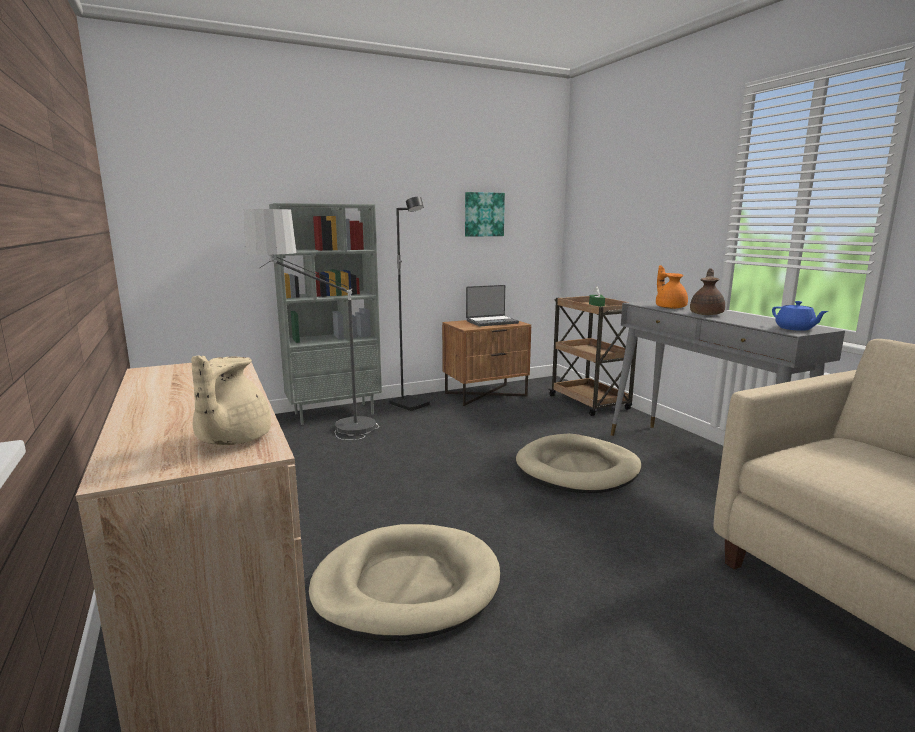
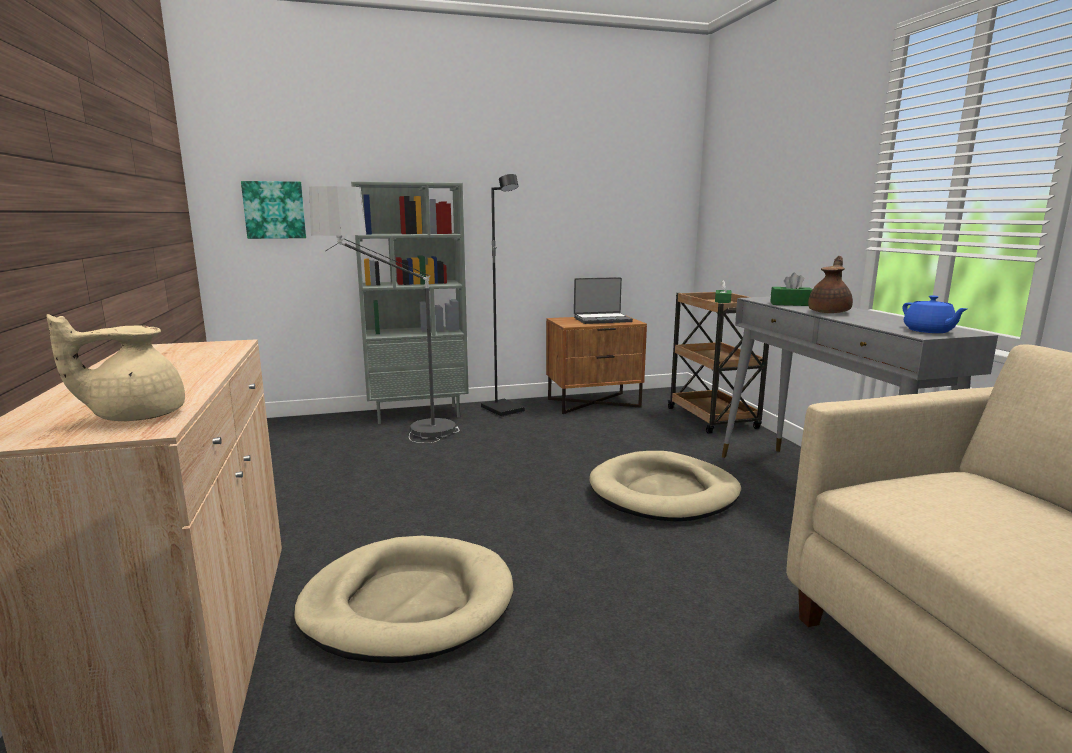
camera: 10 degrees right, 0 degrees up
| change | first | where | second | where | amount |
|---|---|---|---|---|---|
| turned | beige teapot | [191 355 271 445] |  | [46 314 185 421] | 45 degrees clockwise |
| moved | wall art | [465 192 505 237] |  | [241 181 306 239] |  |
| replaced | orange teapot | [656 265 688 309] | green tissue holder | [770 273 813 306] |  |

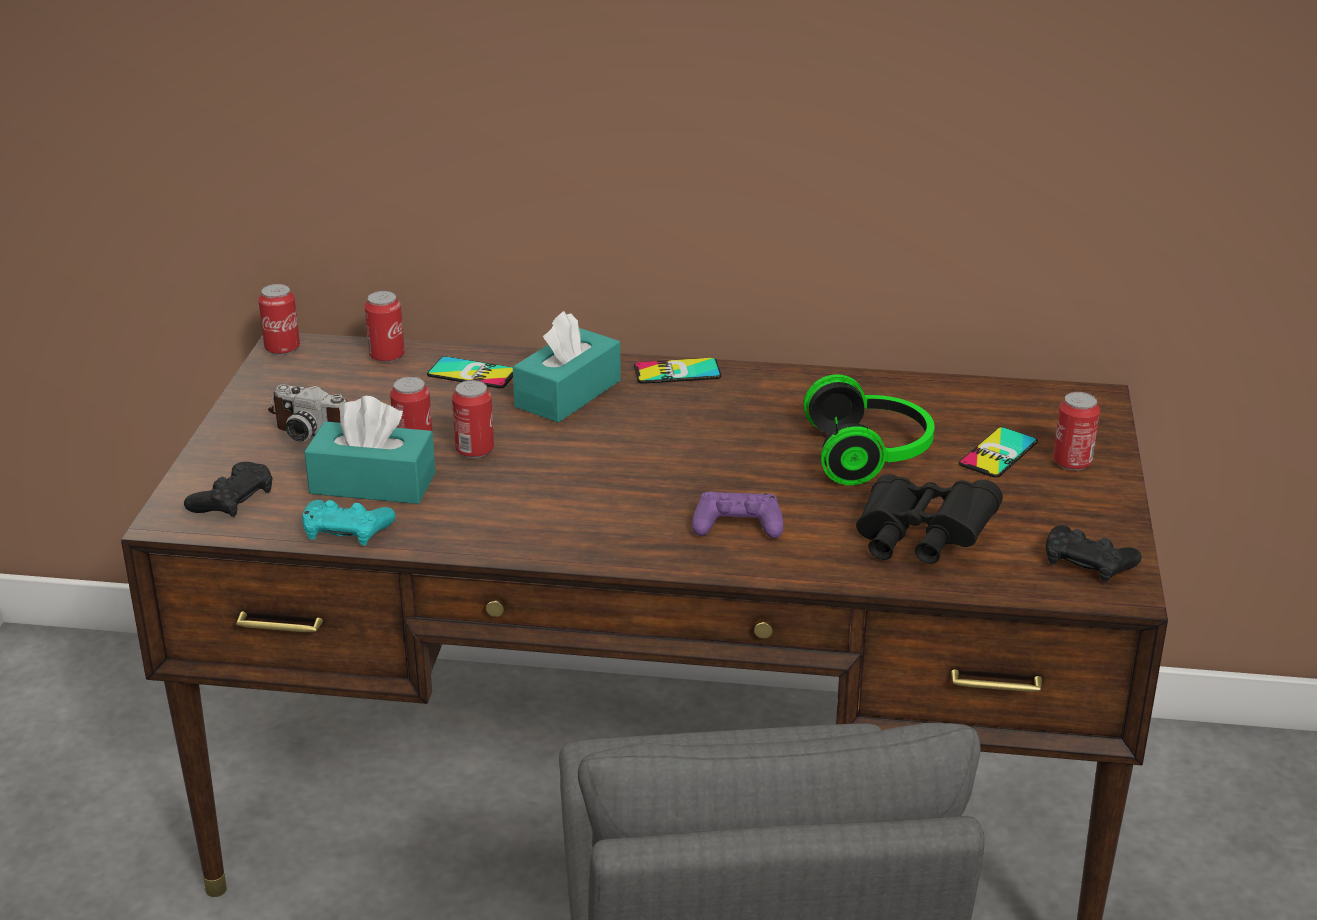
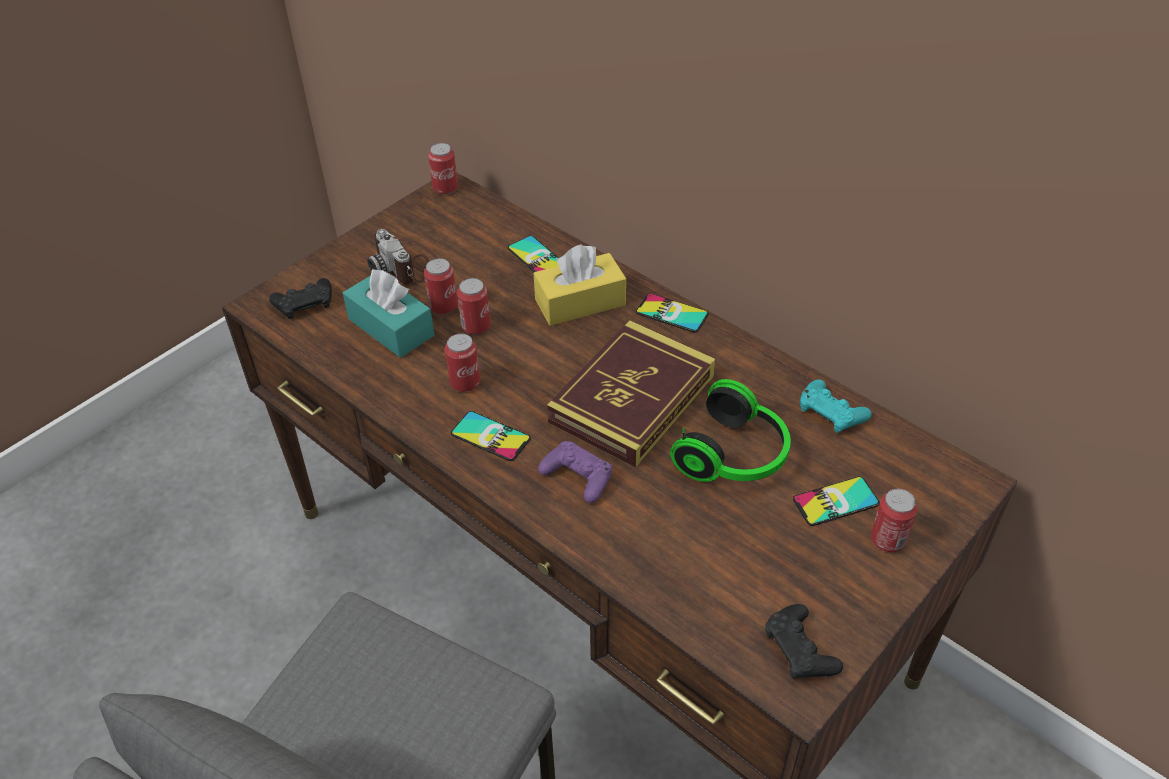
camera: 35 degrees right, 15 degrees up
| change | first | where | second | where | amount |
|---|---|---|---|---|---|
| moved | metal can | [365 291 405 363] |  | [445 333 480 392] |  |
| added |  |  | telephone | [451 411 531 461] |  |
| recoloured | blue-green tissue holder | [513 311 621 423] | yellow tissue holder | [534 244 626 326] |  |
| added |  |  | volume | [547 320 715 468] |  |
| moved | blue-green joypad | [302 500 396 546] |  | [800 380 871 433] |  |
| removed | blackish binoculars | [856 474 1003 564] |  |  |  |

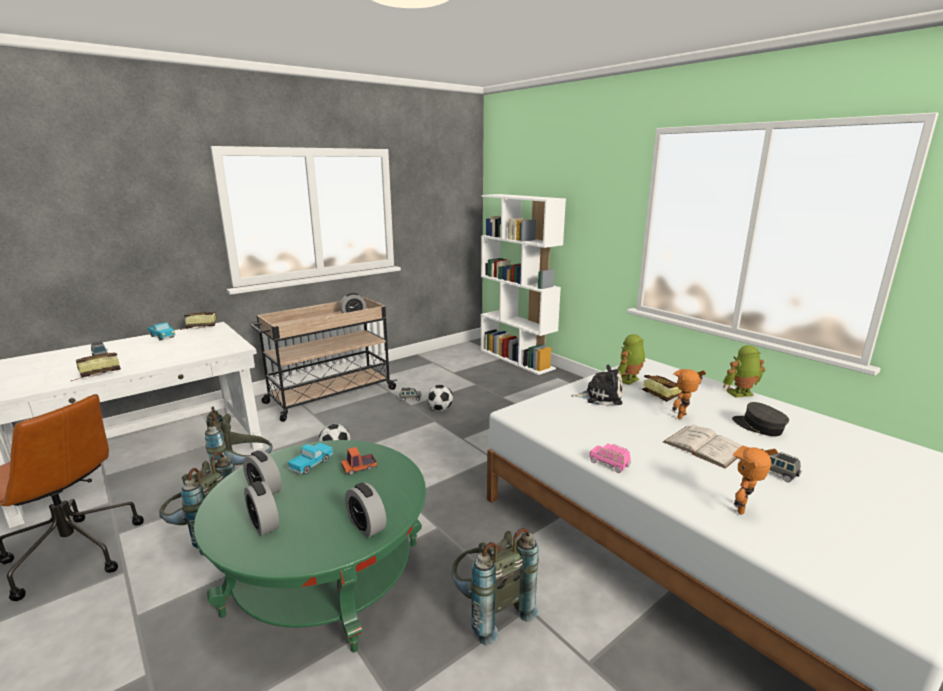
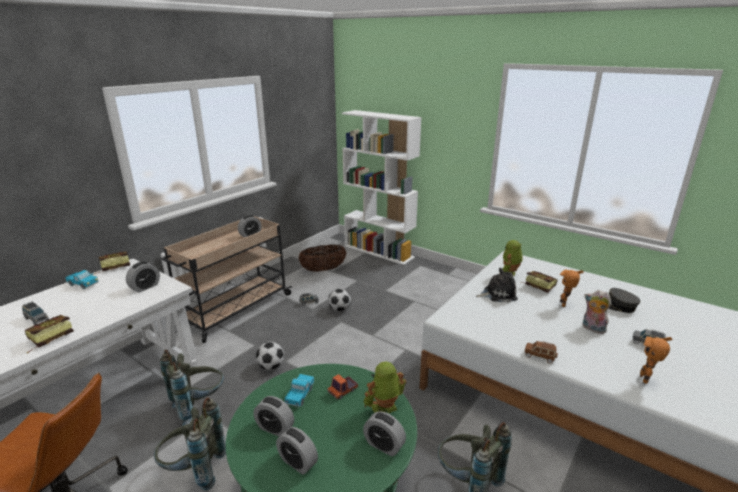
camera: 15 degrees left, 5 degrees up
| change | first | where | second | where | amount |
|---|---|---|---|---|---|
| added |  |  | alarm clock | [126 261 160 293] |  |
| added |  |  | household basket | [298 244 347 272] |  |
| moved | model robot | [723 345 766 398] |  | [364 362 406 413] |  |
| recoloured | pink toy car | [589 443 631 473] | brownish toy car | [525 341 558 363] |  |
| replaced | white volume | [663 424 742 469] | soft toy | [583 290 612 334] |  |

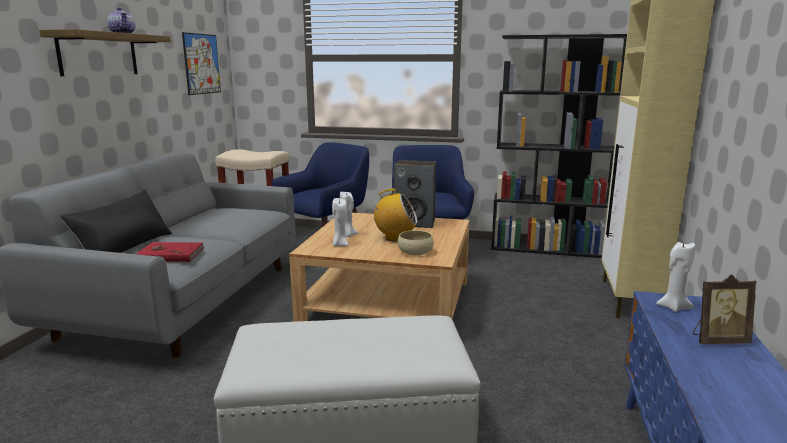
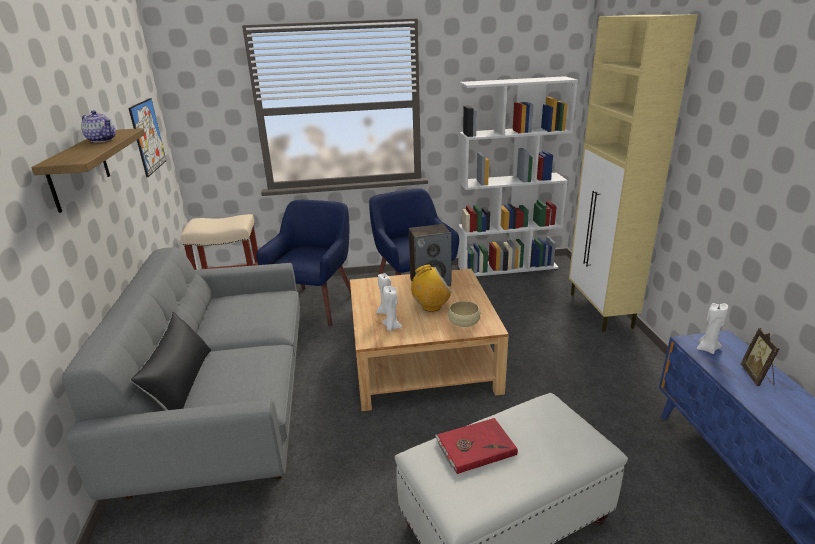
camera: 20 degrees left, 10 degrees up
| change | first | where | second | where | amount |
|---|---|---|---|---|---|
| moved | reddish volume | [136 242 204 262] |  | [435 418 518 474] |  |
| recoloured | blackish bookshelf | [491 34 627 258] | white bookshelf | [458 76 578 276] |  |
| turned | picture frame | [692 274 757 344] |  | [741 328 779 386] | 120 degrees clockwise |

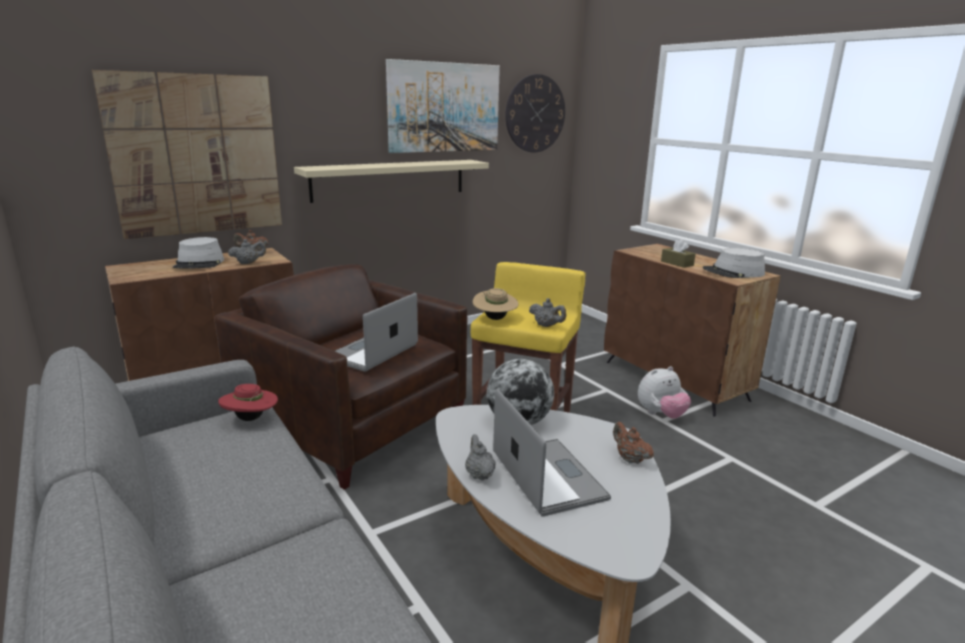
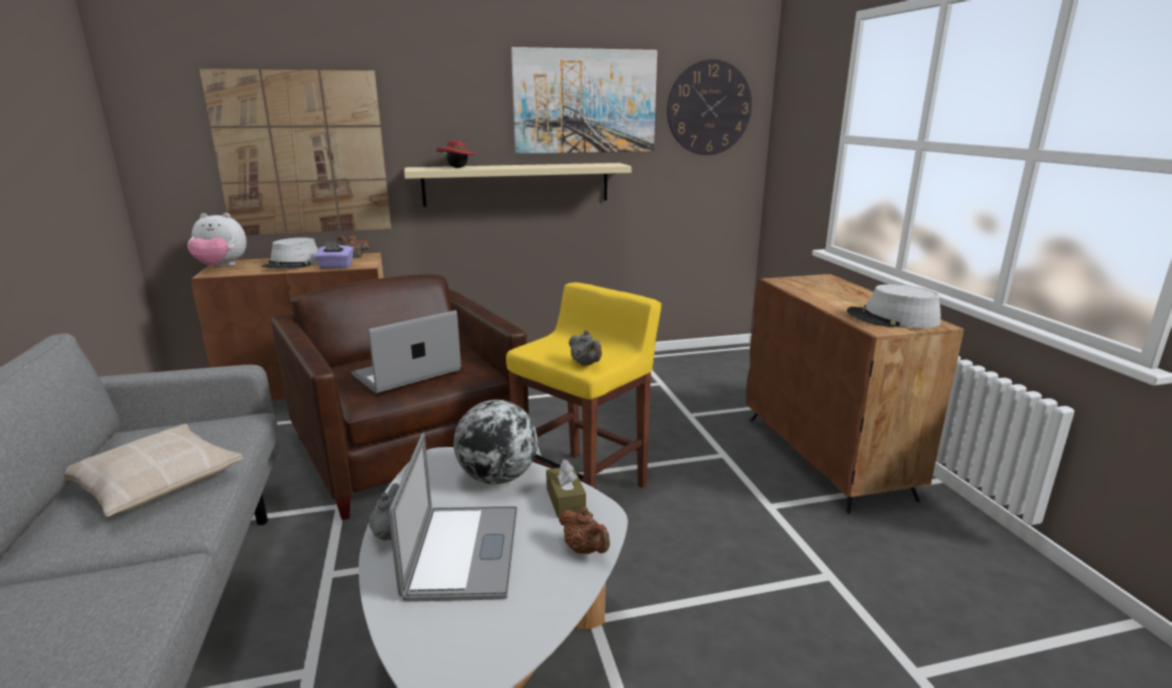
camera: 20 degrees right, 0 degrees up
| change | first | where | second | where | amount |
|---|---|---|---|---|---|
| added |  |  | beige cushion | [64 424 243 517] |  |
| moved | soft toy | [638 366 691 419] |  | [187 213 247 266] |  |
| replaced | greyish teapot | [228 239 266 264] | purple-coloured tissue holder | [314 242 354 269] |  |
| moved | reddish hat | [218 384 278 421] |  | [436 141 477 168] |  |
| moved | brownish tissue holder | [661 239 696 268] |  | [546 460 586 518] |  |
| turned | brownish teapot | [613 422 654 464] |  | [559 507 610 554] | 150 degrees clockwise |
| removed | beige hat | [473 288 518 320] |  |  |  |

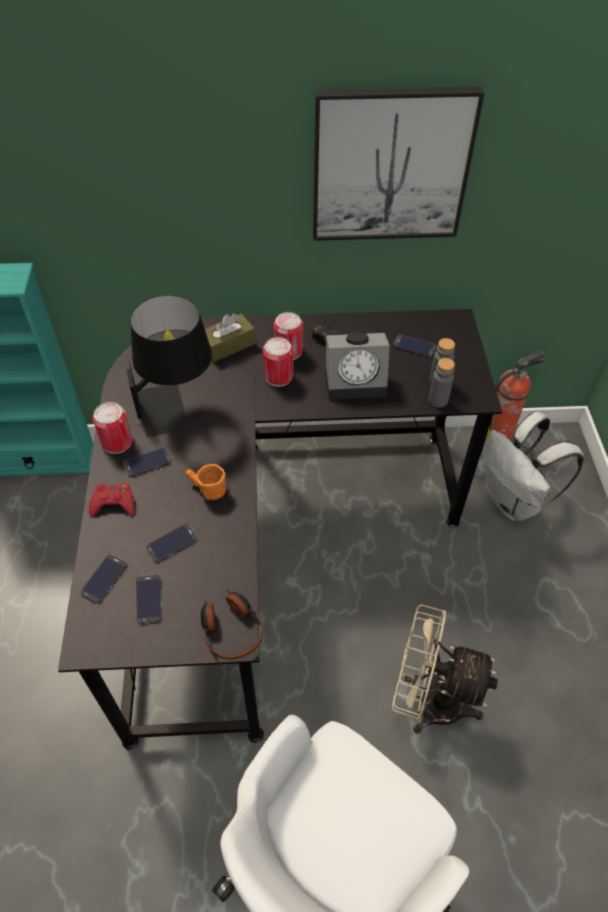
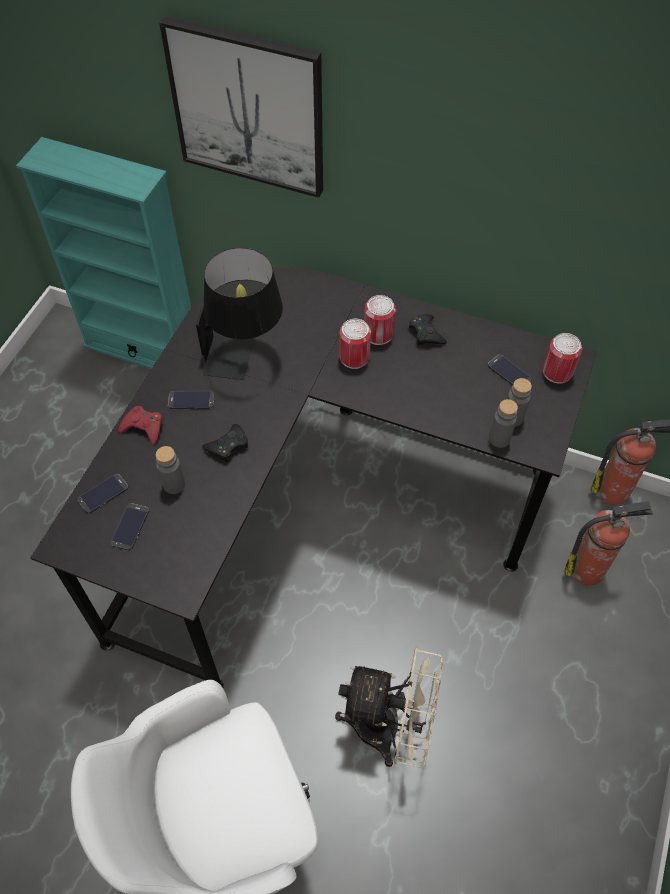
camera: 25 degrees right, 5 degrees up
| change | first | where | second | where | amount |
|---|---|---|---|---|---|
| replaced | telephone | [146 524 198 563] | greyish beverage bottle | [156 446 185 494] |  |
| moved | wall art | [313 87 485 241] |  | [159 16 323 198] |  |
| replaced | orange tea mug | [186 464 226 500] | blackish joypad | [202 424 248 462] |  |
| turned | beige electric fan | [392 604 498 734] |  | [335 647 444 768] | 150 degrees clockwise |
| moved | metal can | [93 402 132 454] |  | [543 333 582 384] |  |
| replaced | white rucksack | [482 412 584 521] | fire extinguisher | [564 501 653 586] |  |
| removed | headset | [201 590 263 660] |  |  |  |
| removed | brownish tissue holder | [205 313 256 362] |  |  |  |
| removed | alarm clock | [325 332 390 400] |  |  |  |

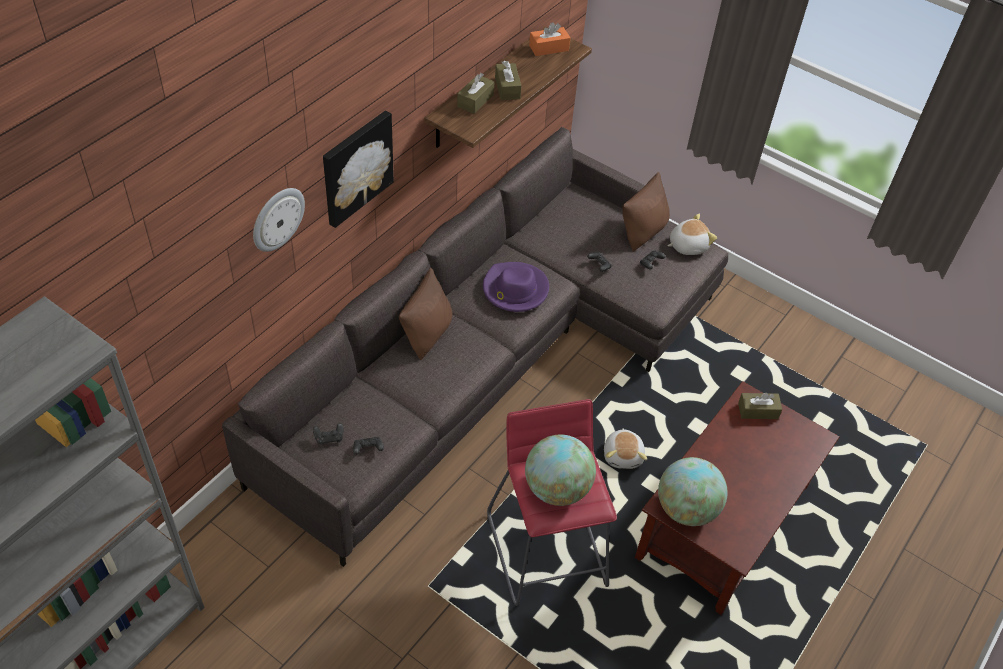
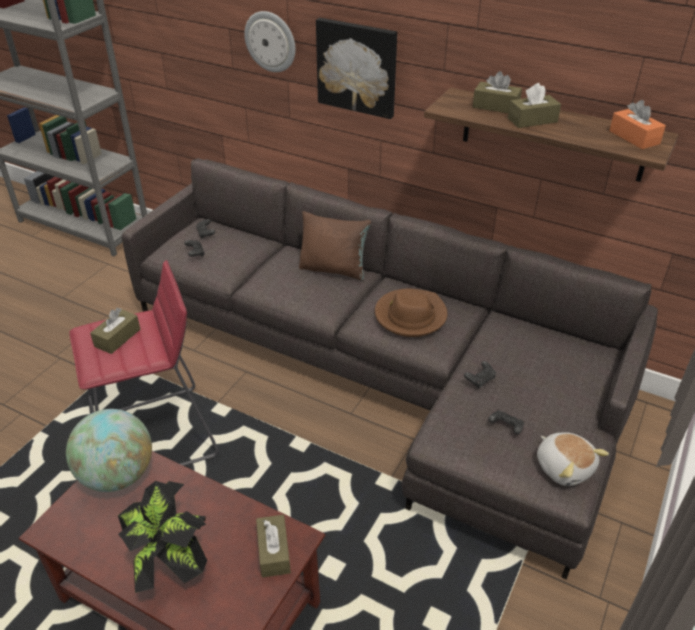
camera: 85 degrees right, 10 degrees down
| change | first | where | second | where | amount |
|---|---|---|---|---|---|
| replaced | world globe | [525 434 596 506] | brownish tissue holder | [90 308 140 354] |  |
| added |  |  | houseplant | [118 481 207 593] |  |
| recoloured | purple-coloured hat | [483 262 549 312] | brownish hat | [375 289 447 337] |  |
| removed | soft toy | [604 428 647 469] |  |  |  |
| removed | brownish cushion | [622 172 670 252] |  |  |  |

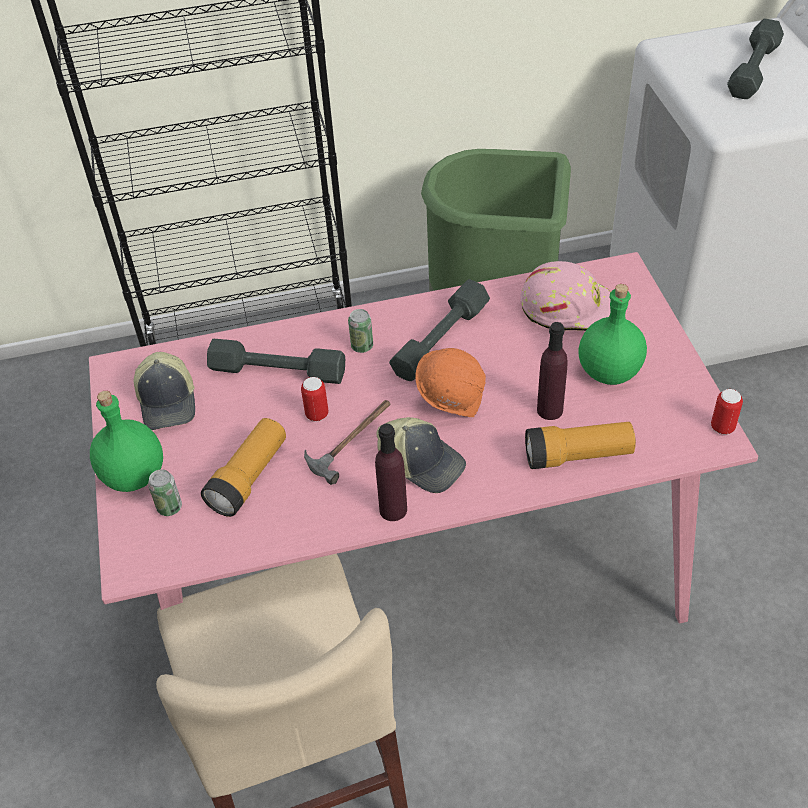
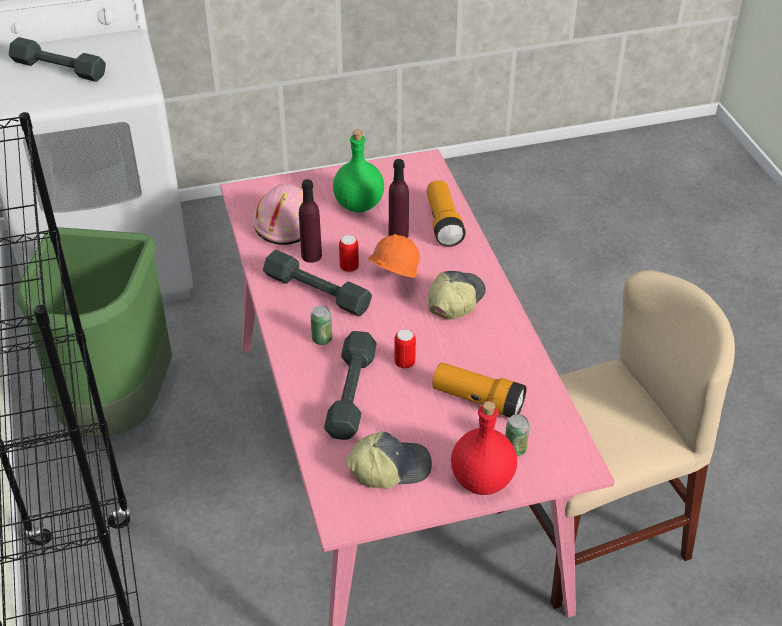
camera: 95 degrees left, 5 degrees down
| change | first | where | second | where | amount |
|---|---|---|---|---|---|
| moved | purple-coloured beverage bottle | [375 423 407 521] |  | [299 179 322 263] |  |
| moved | metal can | [711 389 743 435] |  | [339 235 359 272] |  |
| recoloured | green beverage bottle | [90 391 163 492] | reddish beverage bottle | [451 401 517 495] |  |
| removed | tool hammer | [304 400 391 485] |  |  |  |

